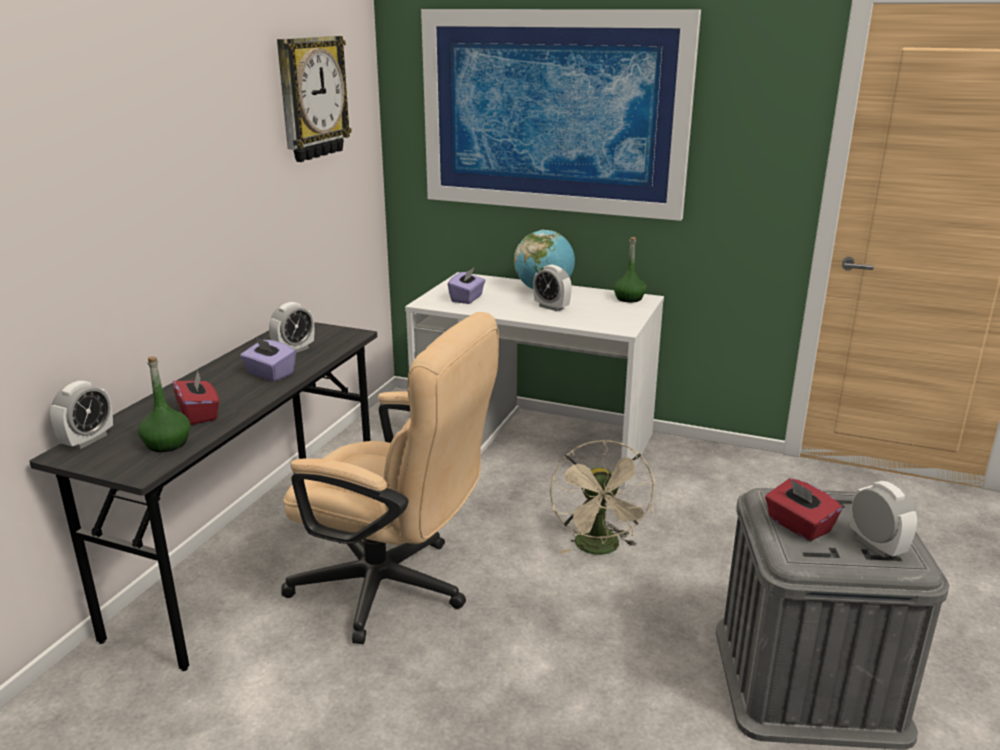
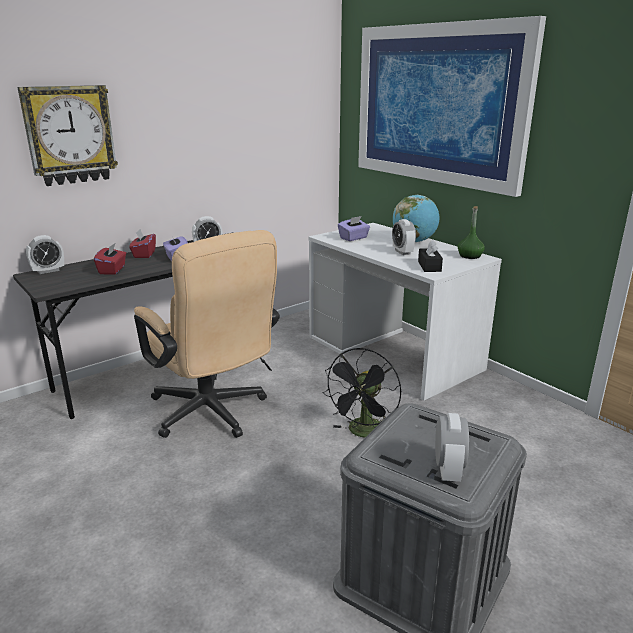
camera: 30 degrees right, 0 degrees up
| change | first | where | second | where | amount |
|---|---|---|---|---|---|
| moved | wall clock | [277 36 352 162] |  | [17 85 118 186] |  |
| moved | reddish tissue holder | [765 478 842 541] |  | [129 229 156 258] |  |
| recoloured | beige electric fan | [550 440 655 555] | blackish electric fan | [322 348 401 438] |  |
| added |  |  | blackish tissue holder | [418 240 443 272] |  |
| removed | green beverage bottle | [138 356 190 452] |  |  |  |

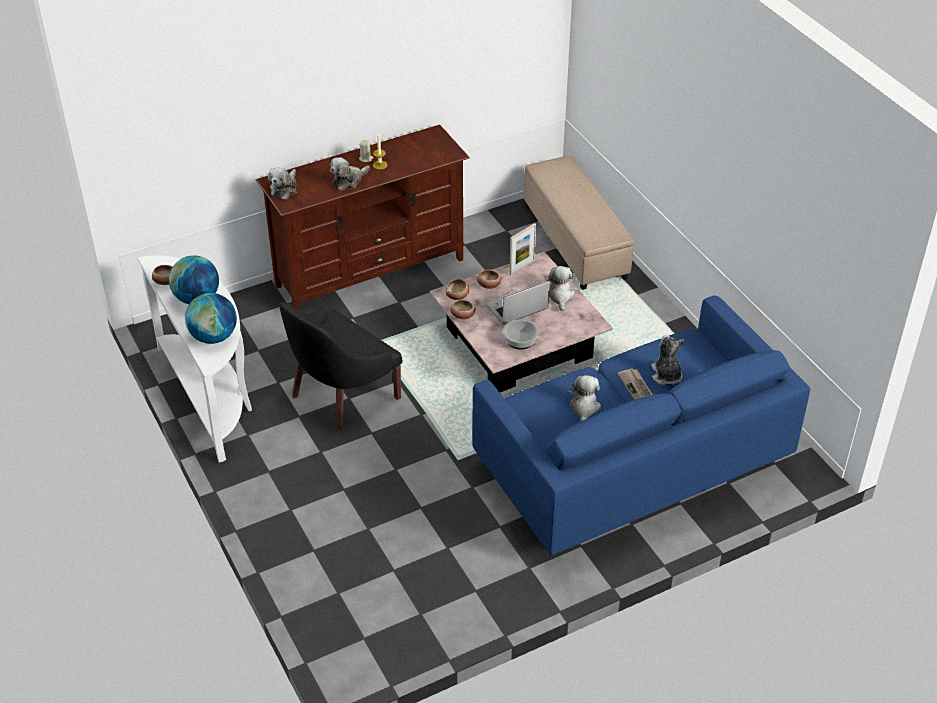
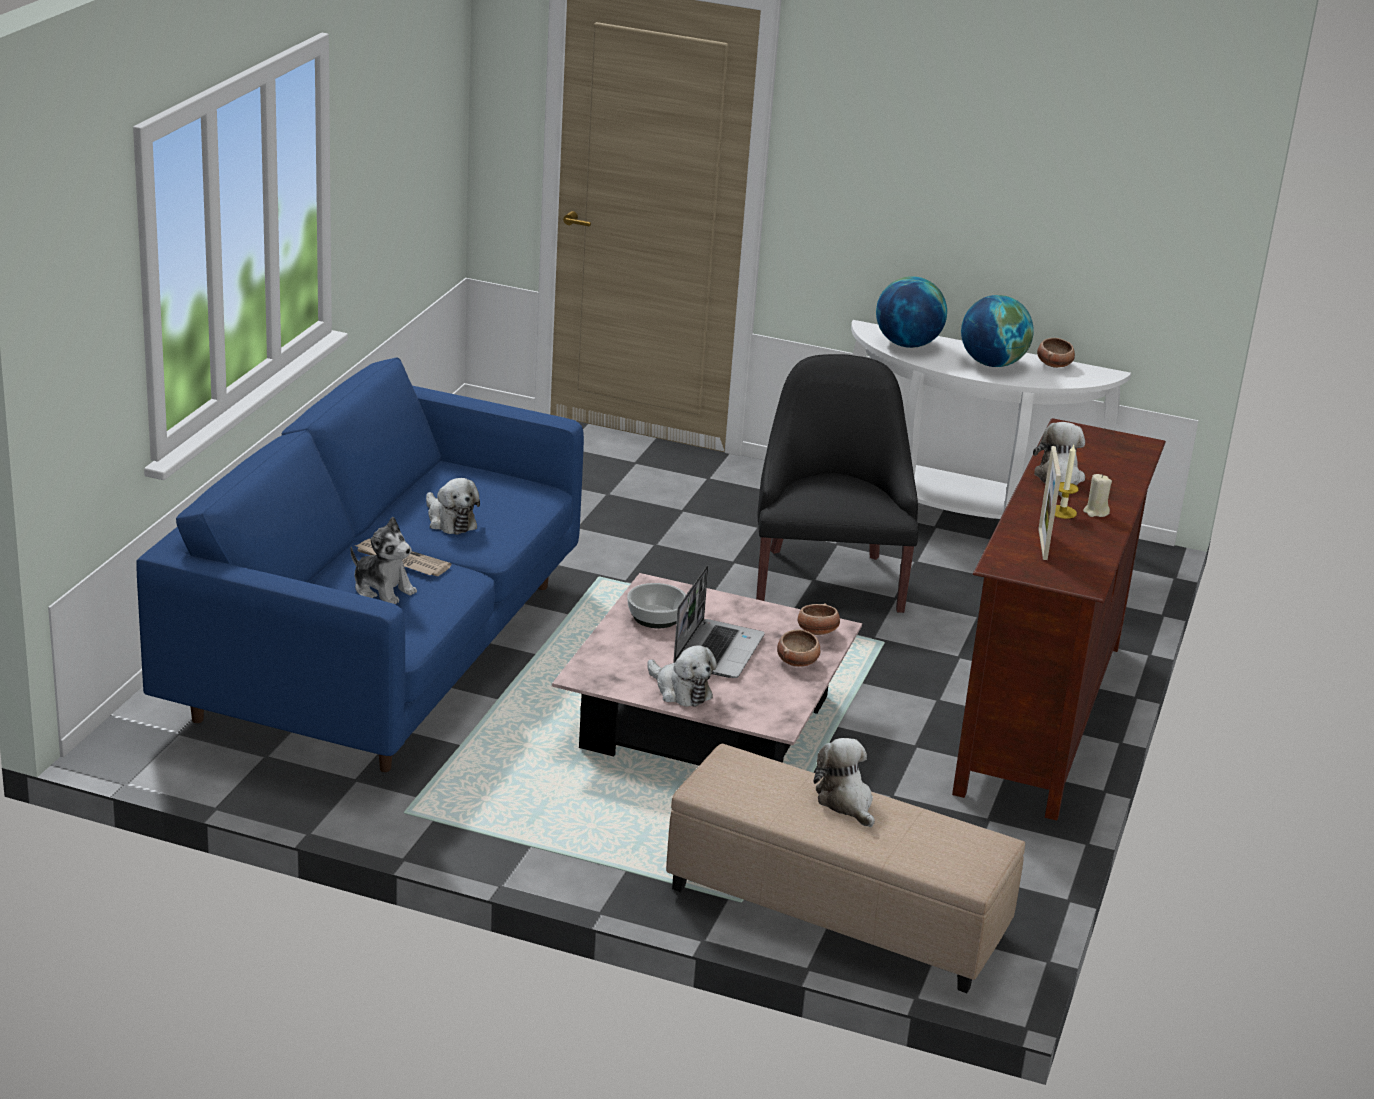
camera: 135 degrees right, 15 degrees down
| change | first | where | second | where | amount |
|---|---|---|---|---|---|
| moved | soft toy | [268 167 296 199] |  | [814 738 875 828] |  |
| moved | picture frame | [509 223 536 275] |  | [1038 446 1061 560] |  |
| removed | bowl | [450 300 476 320] |  |  |  |

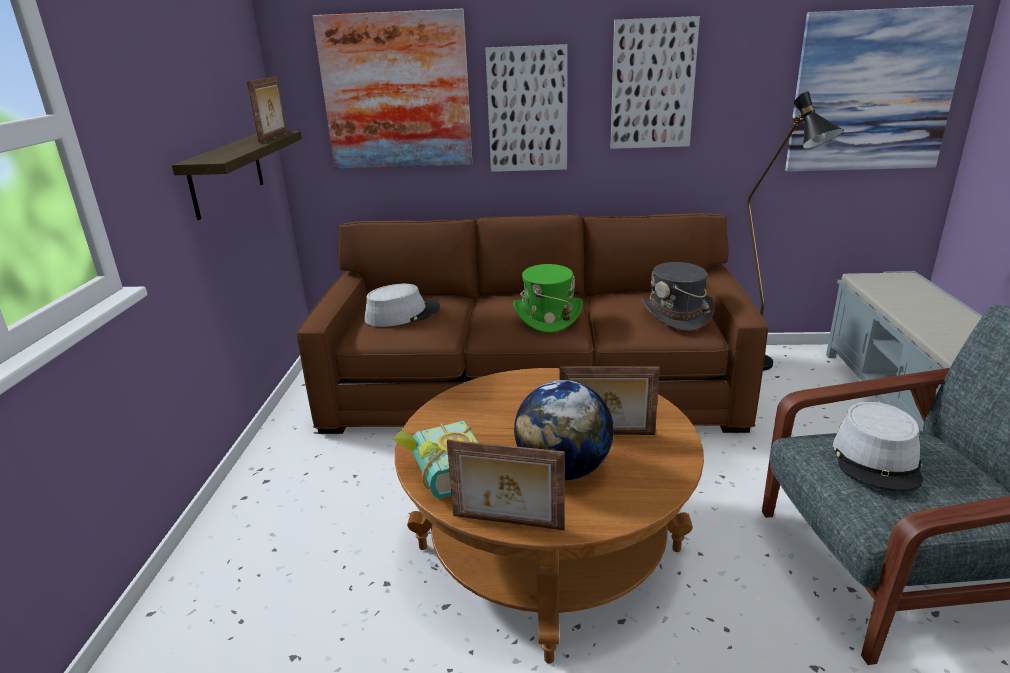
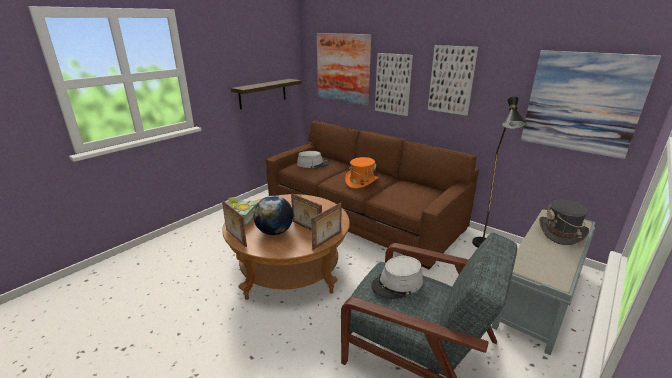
camera: 35 degrees right, 0 degrees up
| change | first | where | second | where | amount |
|---|---|---|---|---|---|
| moved | picture frame | [247 76 286 143] |  | [311 202 341 250] |  |
| recoloured | green hat | [513 264 583 333] | orange hat | [345 157 379 189] |  |
| moved | greyish hat | [642 262 715 331] |  | [539 200 589 245] |  |

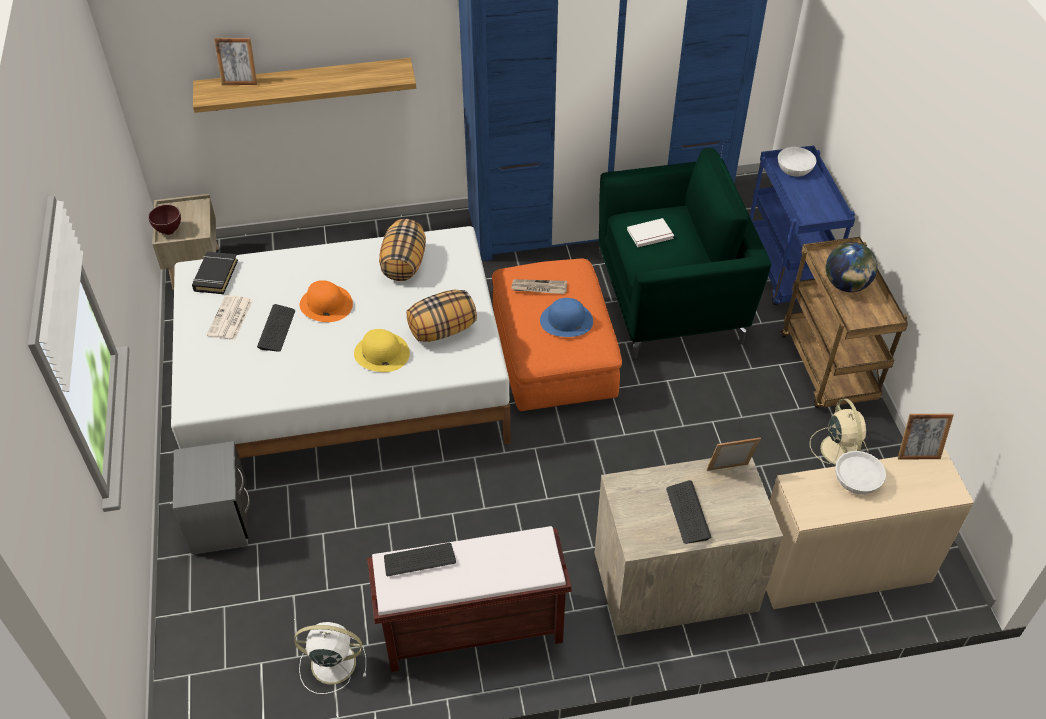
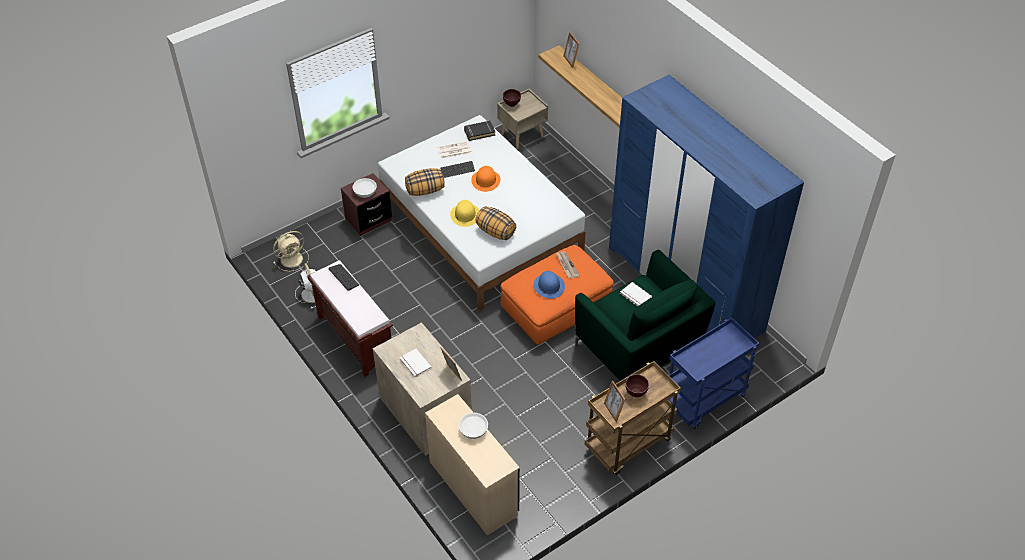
camera: 65 degrees right, 0 degrees up
| change | first | where | second | where | amount |
|---|---|---|---|---|---|
| moved | beige electric fan | [810 399 868 465] |  | [273 231 309 271] |  |
| recoloured | greyish night table | [173 441 250 554] | brownish night table | [341 173 392 236] |  |
| moved | white bowl | [778 147 817 177] |  | [353 178 377 198] |  |
| replaced | keyboard | [666 480 711 544] | white volume | [399 349 432 377] |  |
| moved | cushion | [379 219 426 281] |  | [405 168 445 196] |  |
| moved | picture frame | [898 414 954 460] |  | [604 380 625 422] |  |
| replaced | world globe | [825 242 877 292] | brownish bowl | [625 374 649 397] |  |

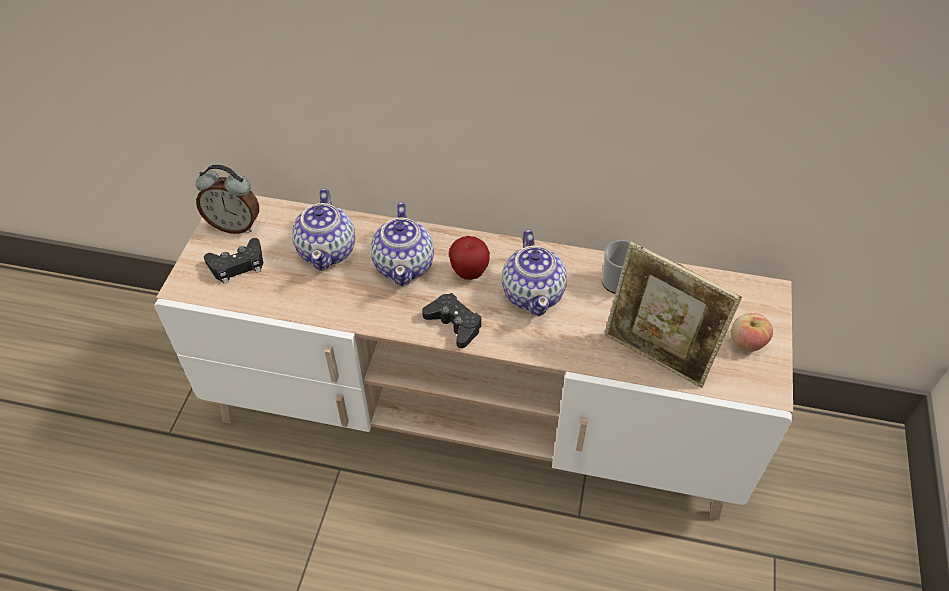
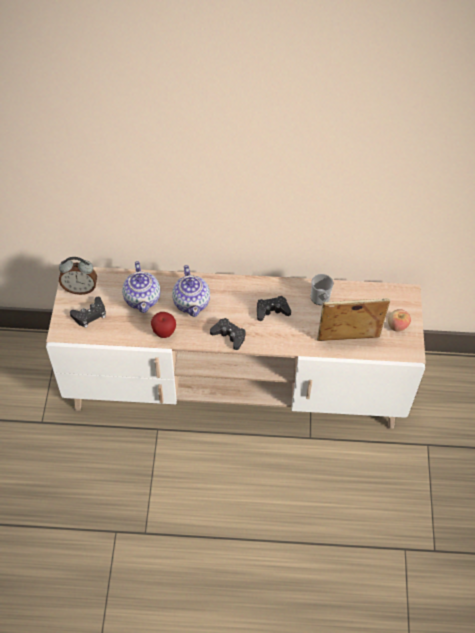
camera: 10 degrees left, 5 degrees up
| change | first | where | second | where | amount |
|---|---|---|---|---|---|
| moved | apple fruit | [449 236 490 280] |  | [151 312 176 338] |  |
| replaced | teapot | [502 230 567 316] | blackish joypad | [257 296 291 321] |  |
| turned | picture frame | [604 241 742 388] |  | [317 298 390 341] | 150 degrees clockwise |

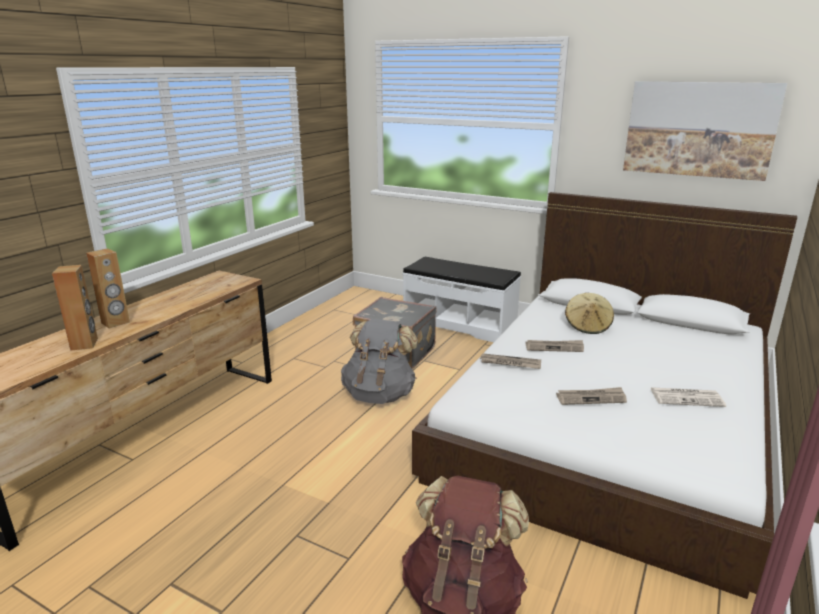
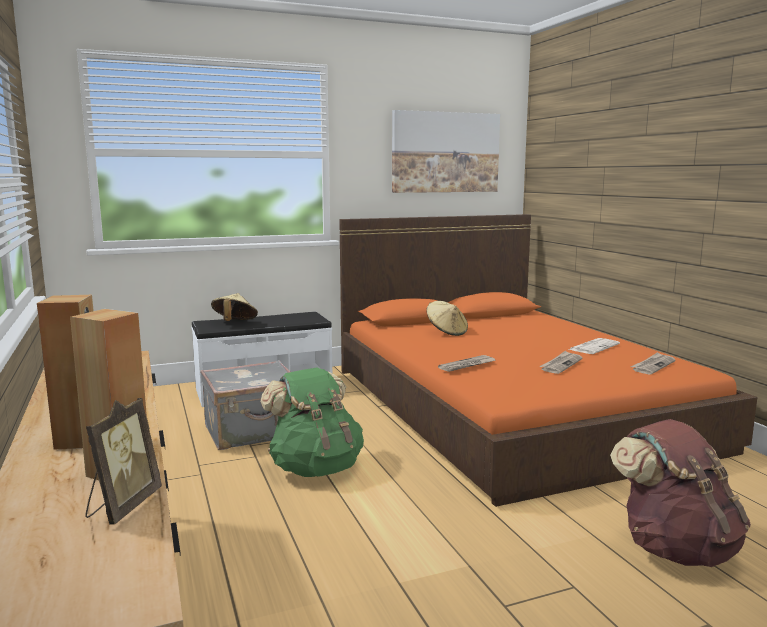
camera: 50 degrees left, 10 degrees down
| change | first | where | second | where | amount |
|---|---|---|---|---|---|
| added |  |  | picture frame | [85 398 162 525] |  |
| added |  |  | beige hat | [211 293 258 321] |  |
| recoloured | greyish rucksack | [341 319 418 404] | green rucksack | [260 367 364 477] |  |
| recoloured | white bed | [412 192 797 599] | orange bed | [339 214 758 507] |  |
| moved | daily paper | [525 340 584 352] |  | [631 352 675 375] |  |

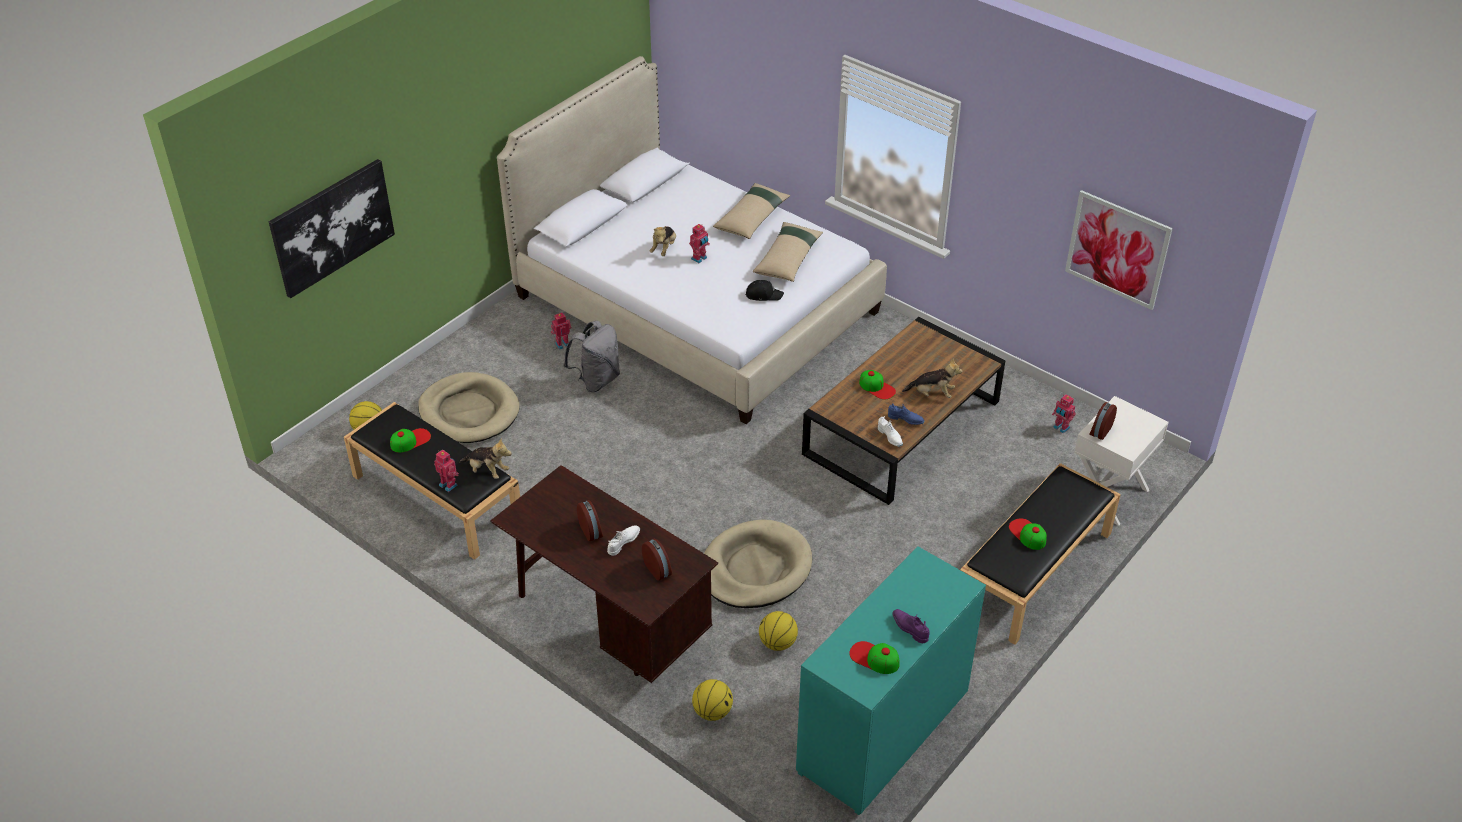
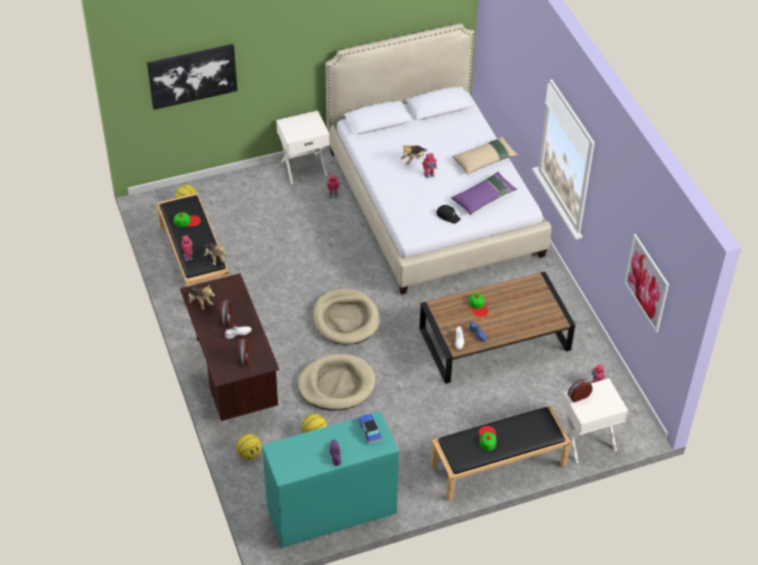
camera: 30 degrees right, 5 degrees up
| change | first | where | second | where | amount |
|---|---|---|---|---|---|
| moved | soft toy | [902 357 962 398] |  | [183 284 215 310] |  |
| added |  |  | white night table | [276 111 330 184] |  |
| moved | beige pet bed | [418 372 519 443] |  | [313 288 380 345] |  |
| added |  |  | toy car | [358 414 382 444] |  |
| recoloured | beige cushion | [753 222 823 282] | purple-coloured cushion | [451 172 517 215] |  |
| removed | greyish rucksack | [563 320 620 392] |  |  |  |
| removed | cap | [849 641 900 674] |  |  |  |

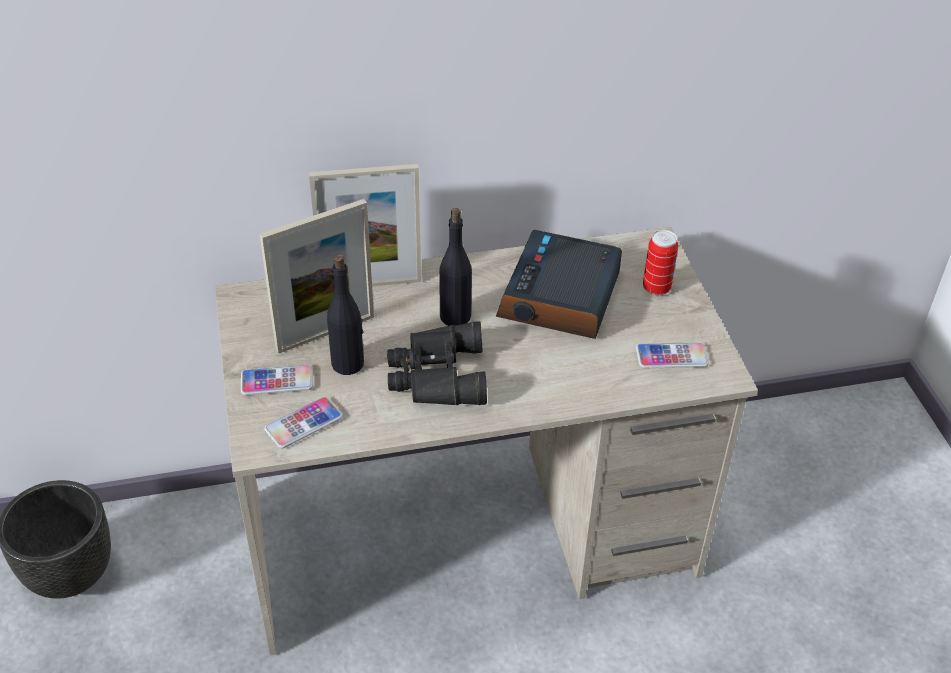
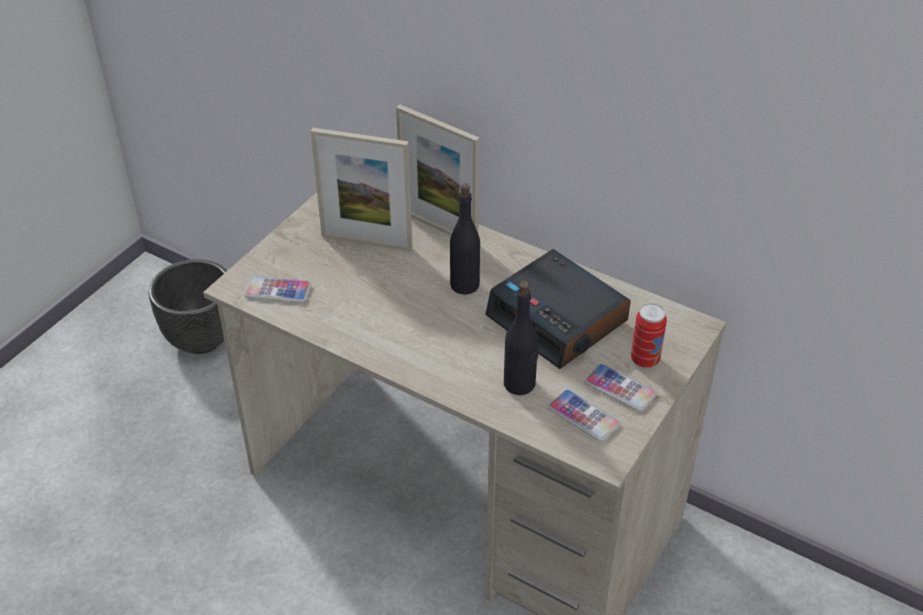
camera: 45 degrees right, 0 degrees up
| change | first | where | second | where | amount |
|---|---|---|---|---|---|
| turned | alarm clock | [496 230 622 339] |  | [485 249 631 369] | 105 degrees counterclockwise |
| moved | blackish beverage bottle | [327 254 364 375] |  | [504 281 539 395] |  |
| moved | telephone | [241 364 313 395] |  | [584 363 657 412] |  |
| removed | blackish binoculars | [387 321 487 405] |  |  |  |

